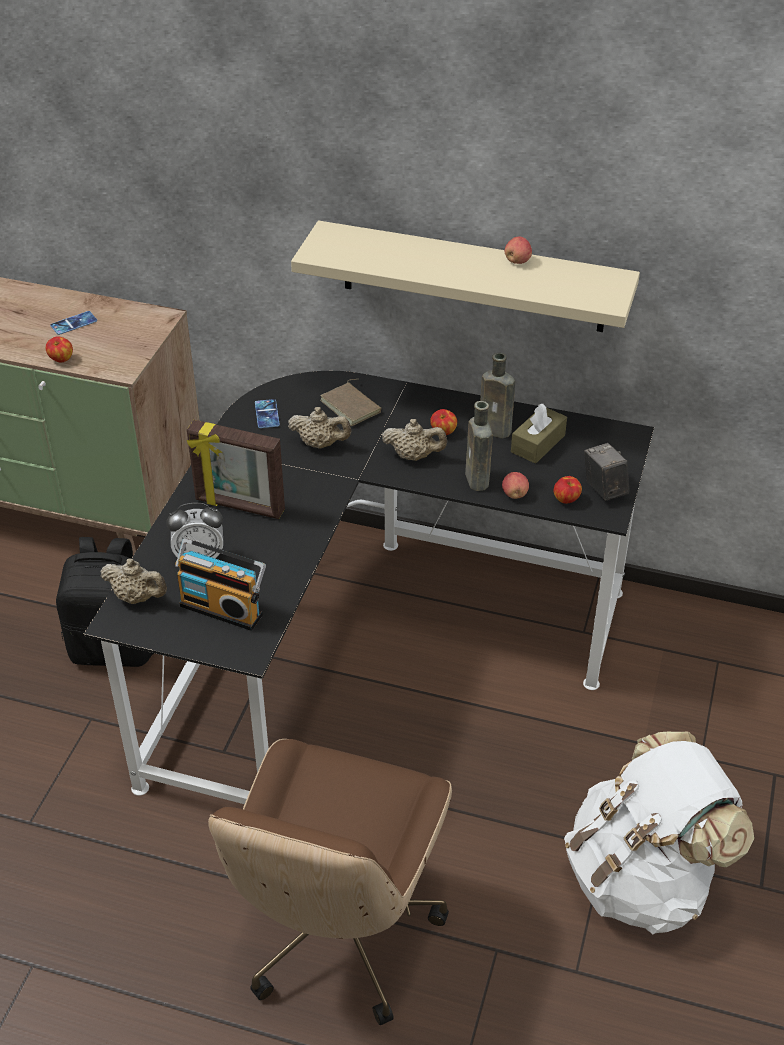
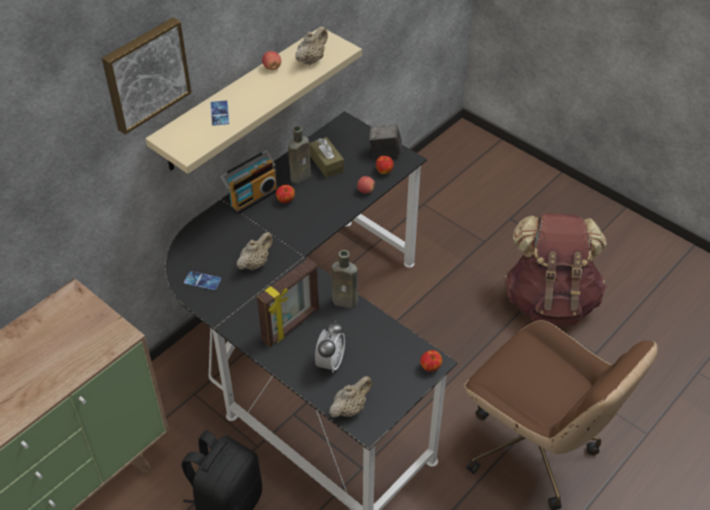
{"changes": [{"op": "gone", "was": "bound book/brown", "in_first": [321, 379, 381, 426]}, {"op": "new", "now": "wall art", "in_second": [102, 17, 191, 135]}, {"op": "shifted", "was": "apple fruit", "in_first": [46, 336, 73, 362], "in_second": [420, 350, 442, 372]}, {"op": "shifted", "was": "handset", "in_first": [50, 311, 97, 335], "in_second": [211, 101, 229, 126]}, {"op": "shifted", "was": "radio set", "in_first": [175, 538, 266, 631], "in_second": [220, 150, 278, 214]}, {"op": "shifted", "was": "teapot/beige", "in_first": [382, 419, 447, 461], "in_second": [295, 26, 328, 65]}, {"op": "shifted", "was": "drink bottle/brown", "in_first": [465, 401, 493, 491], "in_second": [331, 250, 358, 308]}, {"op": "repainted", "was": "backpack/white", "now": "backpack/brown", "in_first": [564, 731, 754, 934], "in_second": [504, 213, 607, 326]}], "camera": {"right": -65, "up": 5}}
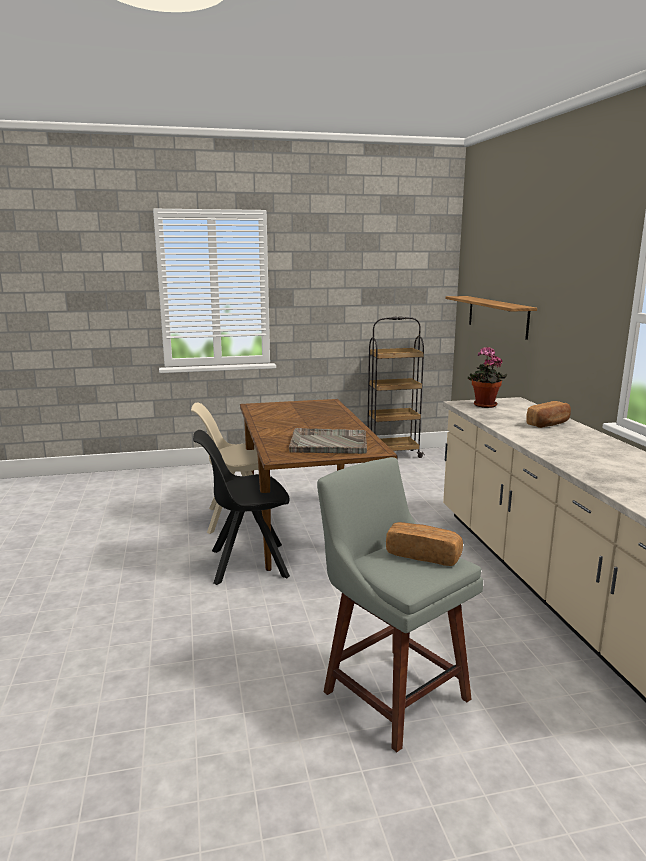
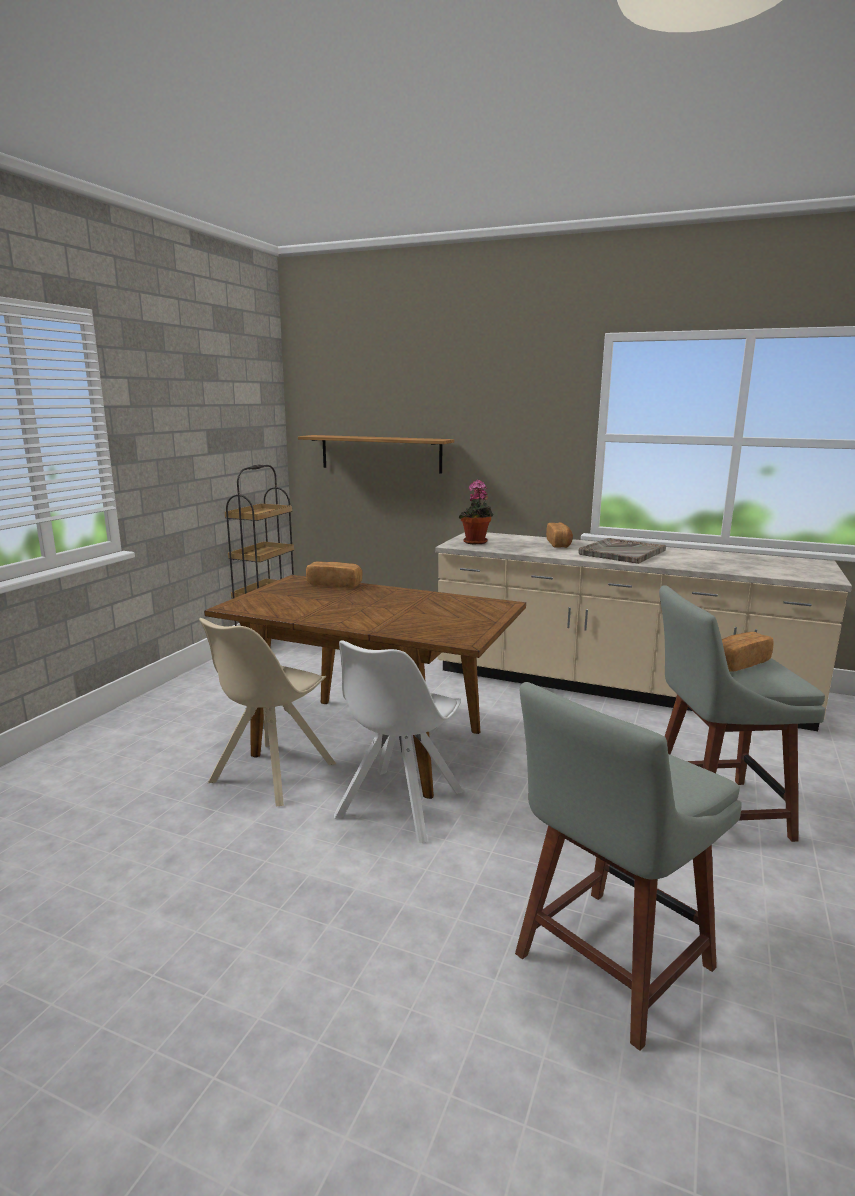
{"changes": [{"op": "new", "now": "bread", "in_second": [306, 561, 363, 588]}, {"op": "new", "now": "sitting stool/gray", "in_second": [515, 682, 742, 1051]}, {"op": "shifted", "was": "serving tray/gray", "in_first": [289, 428, 367, 454], "in_second": [578, 538, 666, 564]}, {"op": "repainted", "was": "chair/black", "now": "chair/white", "in_first": [193, 430, 290, 585], "in_second": [334, 640, 464, 843]}], "camera": {"right": -55, "up": 0}}
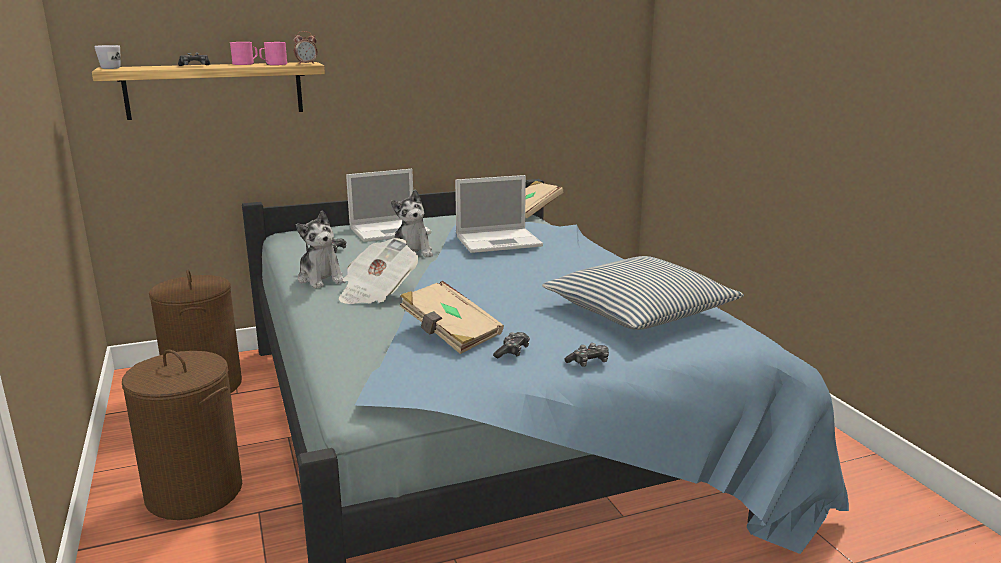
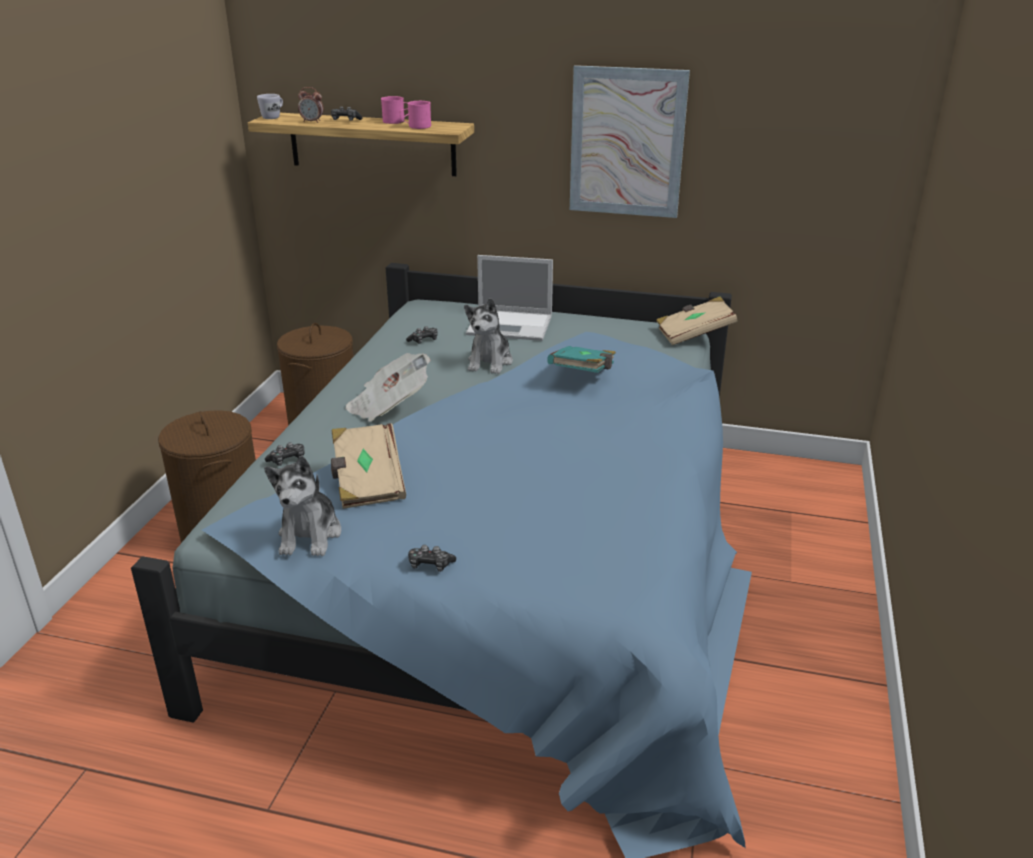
{"changes": [{"op": "gone", "was": "throw pillow", "in_first": [542, 256, 744, 330]}, {"op": "new", "now": "wall art", "in_second": [570, 65, 690, 218]}, {"op": "shifted", "was": "bedside clock", "in_first": [294, 31, 317, 64], "in_second": [298, 87, 324, 123]}, {"op": "shifted", "was": "cuddly toy", "in_first": [296, 210, 346, 289], "in_second": [264, 456, 341, 556]}, {"op": "shifted", "was": "gamepad", "in_first": [493, 332, 530, 358], "in_second": [265, 442, 305, 466]}, {"op": "swapped", "was": "portable computer", "now": "bound book/turquoise", "in_first": [455, 175, 543, 253], "in_second": [547, 346, 616, 373]}], "camera": {"right": 35, "up": 10}}
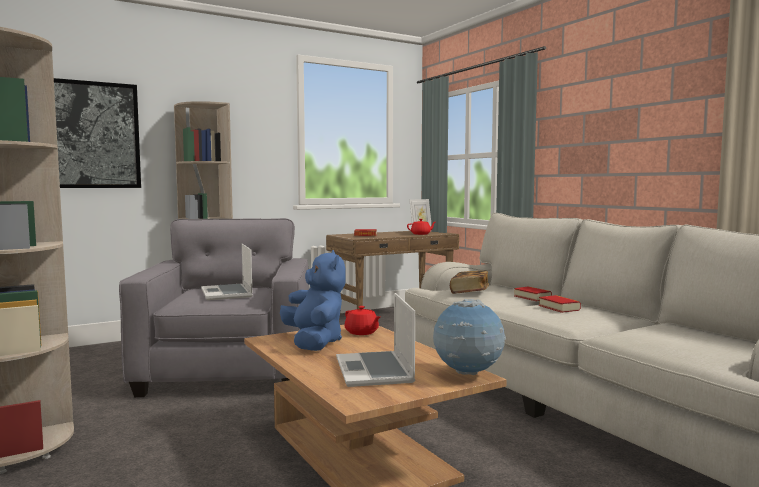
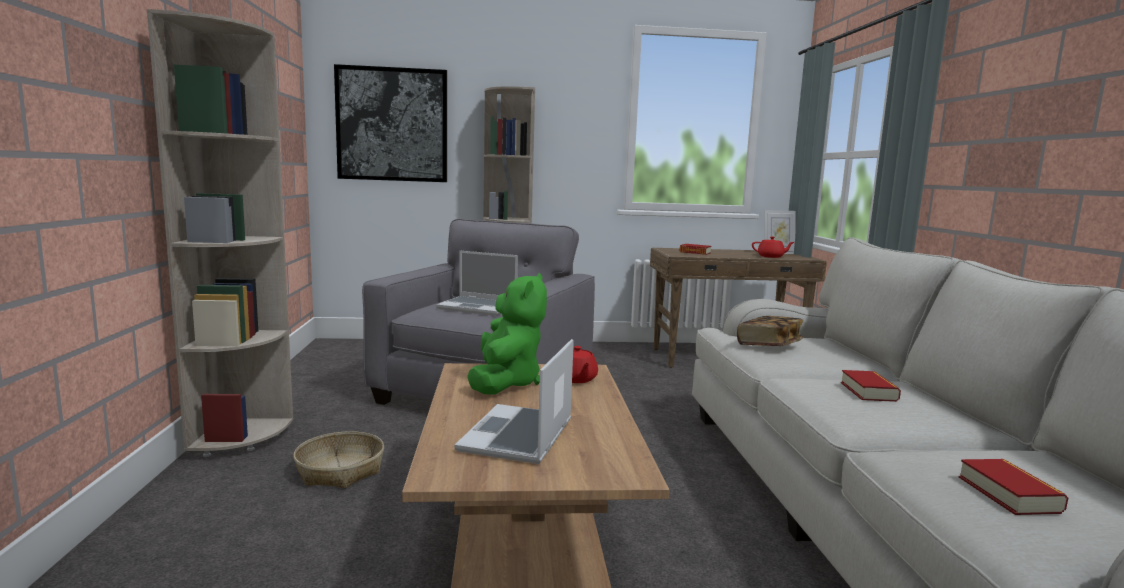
{"changes": [{"op": "gone", "was": "desk globe", "in_first": [433, 299, 506, 375]}, {"op": "new", "now": "storage basket", "in_second": [293, 431, 384, 489]}, {"op": "shifted", "was": "bound book", "in_first": [514, 286, 552, 301], "in_second": [959, 459, 1068, 515]}, {"op": "repainted", "was": "cuddly toy/bluish", "now": "cuddly toy/green-coloured", "in_first": [280, 250, 346, 351], "in_second": [467, 273, 547, 394]}, {"op": "rotated", "was": "portable computer", "in_first": [201, 244, 253, 300], "in_second": [436, 251, 518, 316], "clockwise": -75}], "camera": {"right": 25, "up": 5}}
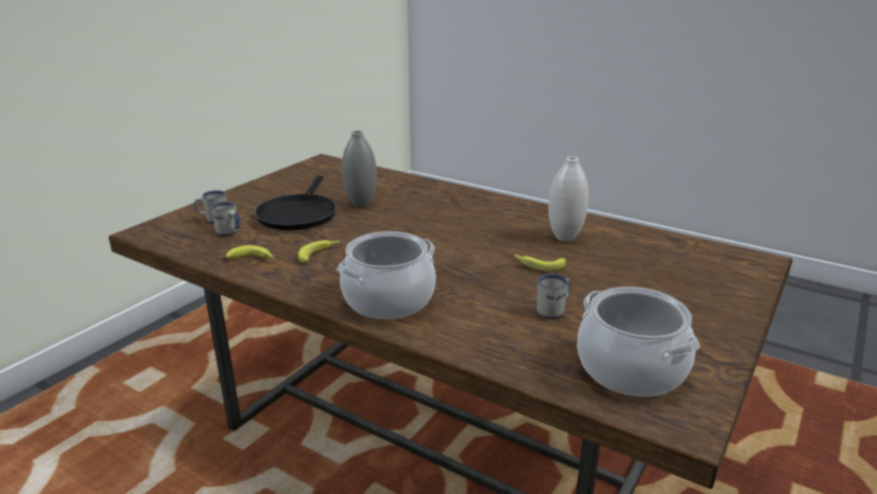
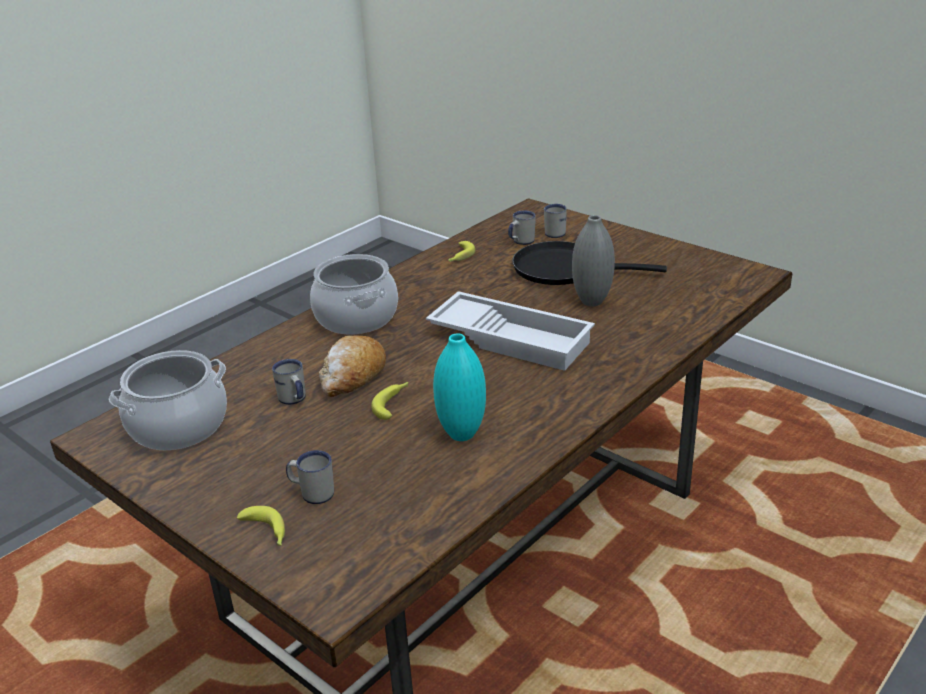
{"changes": [{"op": "new", "now": "mug/white", "in_second": [286, 450, 334, 504]}, {"op": "new", "now": "bread", "in_second": [319, 335, 386, 397]}, {"op": "new", "now": "serving tray/white", "in_second": [426, 291, 595, 371]}, {"op": "shifted", "was": "banana", "in_first": [298, 240, 340, 263], "in_second": [237, 506, 285, 546]}, {"op": "repainted", "was": "decorative vase/white", "now": "decorative vase/turquoise", "in_first": [549, 156, 589, 242], "in_second": [433, 333, 486, 441]}], "camera": {"right": 100, "up": 5}}
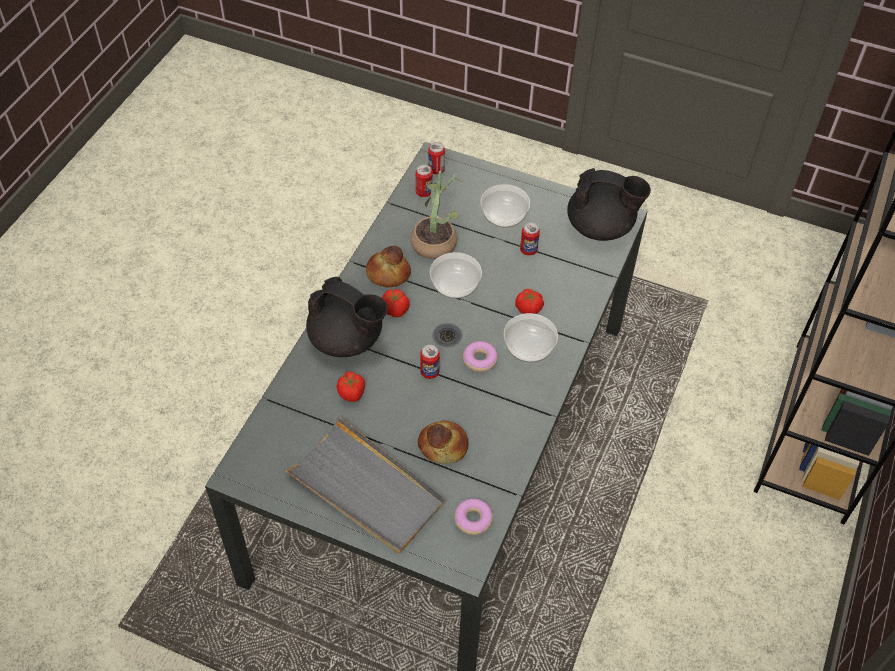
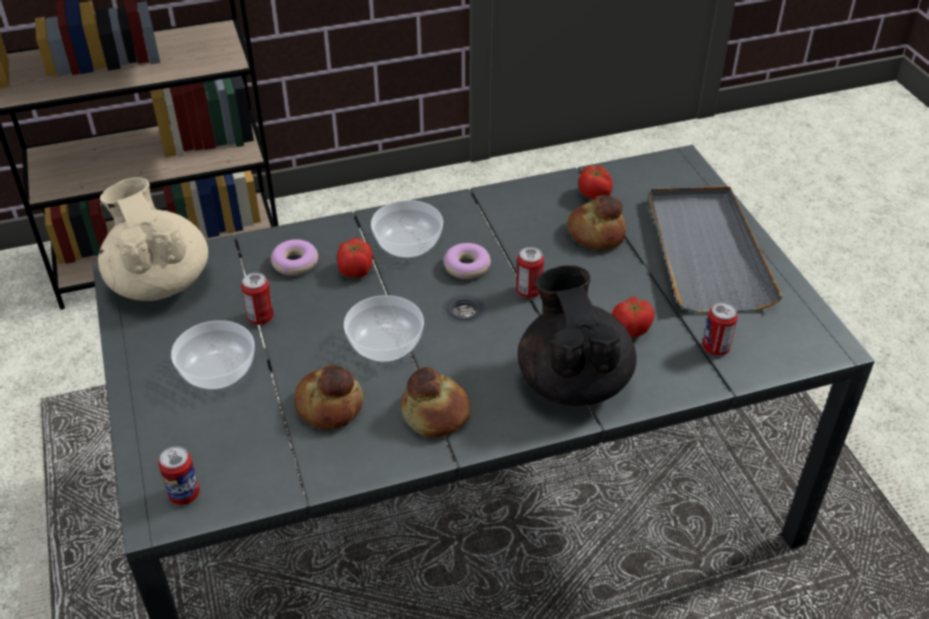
{"changes": [{"op": "shifted", "was": "whole tomato", "in_first": [382, 289, 410, 318], "in_second": [578, 165, 612, 199]}, {"op": "shifted", "was": "metal can", "in_first": [415, 165, 433, 197], "in_second": [702, 302, 738, 356]}, {"op": "shifted", "was": "ring doughnut", "in_first": [454, 498, 493, 535], "in_second": [271, 239, 318, 276]}, {"op": "swapped", "was": "plant in a pot", "now": "bread", "in_first": [411, 171, 462, 259], "in_second": [294, 365, 363, 430]}, {"op": "repainted", "was": "teapot/black", "now": "teapot/beige", "in_first": [567, 168, 651, 241], "in_second": [98, 177, 208, 301]}], "camera": {"right": -130, "up": -10}}
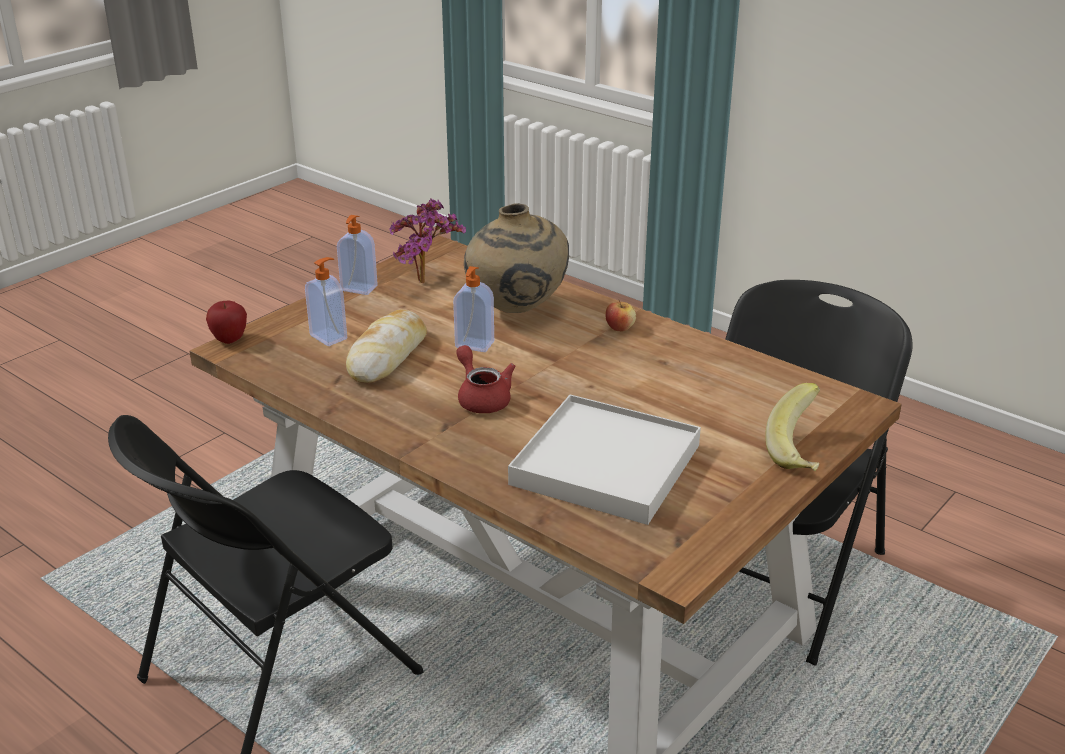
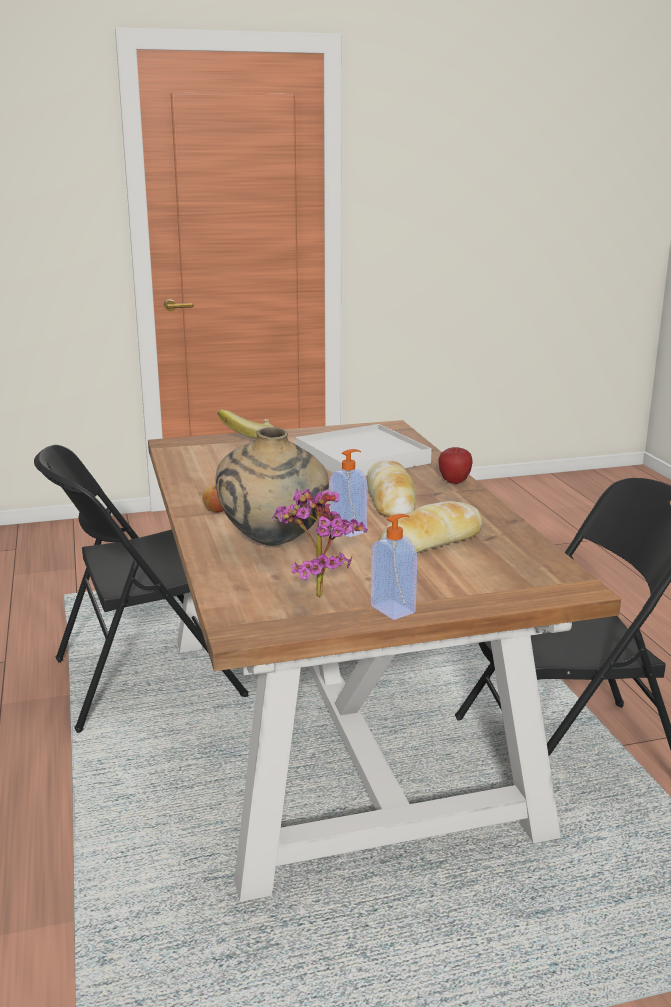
{"changes": [{"op": "gone", "was": "liquid soap bottle", "in_first": [305, 257, 347, 346]}, {"op": "shifted", "was": "apple fruit", "in_first": [206, 301, 247, 344], "in_second": [439, 447, 473, 484]}, {"op": "swapped", "was": "teapot/reddish", "now": "bread", "in_first": [456, 345, 515, 413], "in_second": [367, 460, 416, 517]}], "camera": {"right": -145, "up": -10}}
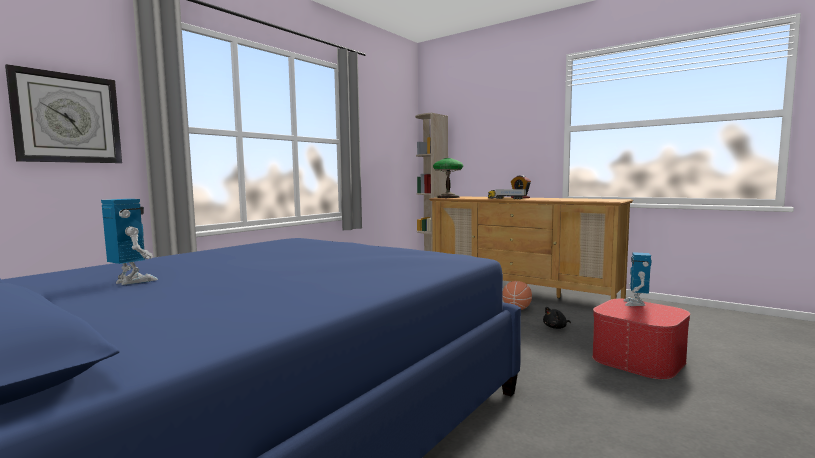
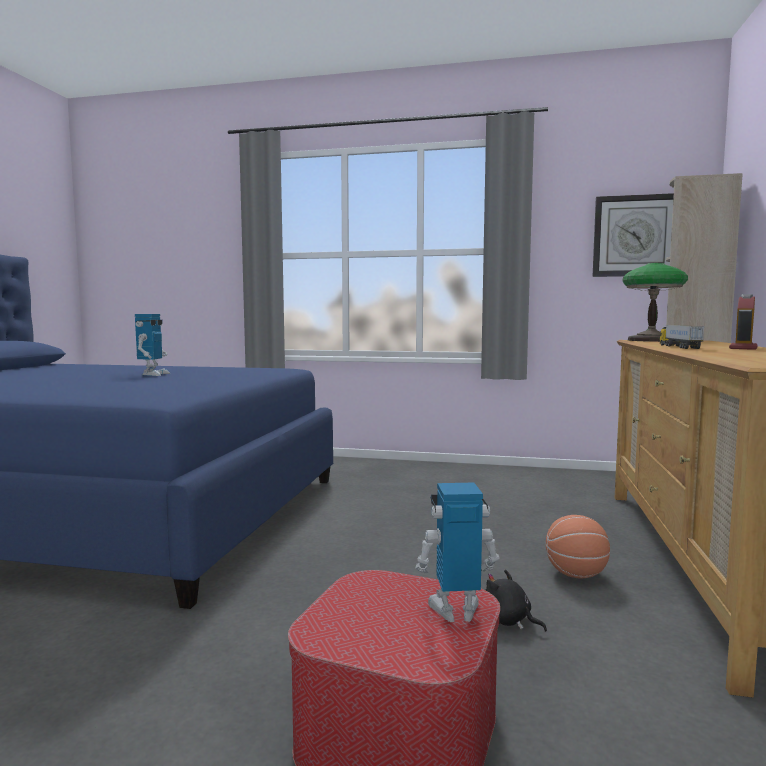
{"changes": [{"op": "shifted", "was": "hanging clock", "in_first": [5, 64, 122, 163], "in_second": [592, 193, 674, 277]}, {"op": "shifted", "was": "toy robot", "in_first": [101, 199, 158, 285], "in_second": [135, 314, 170, 376]}], "camera": {"right": 65, "up": 0}}
